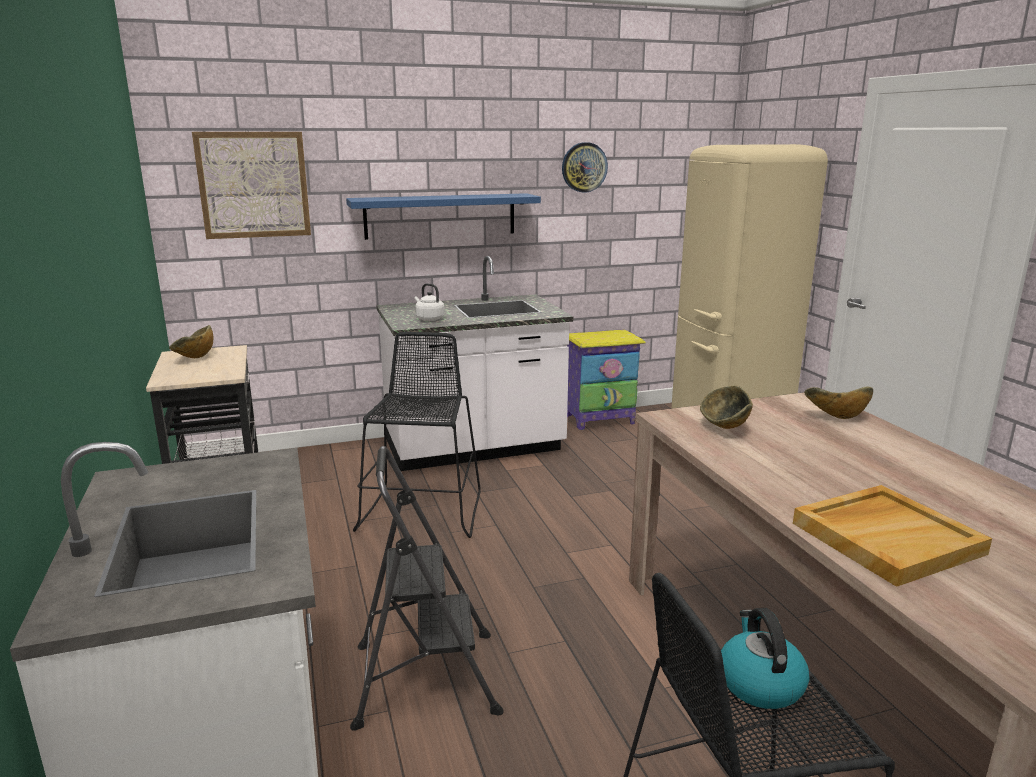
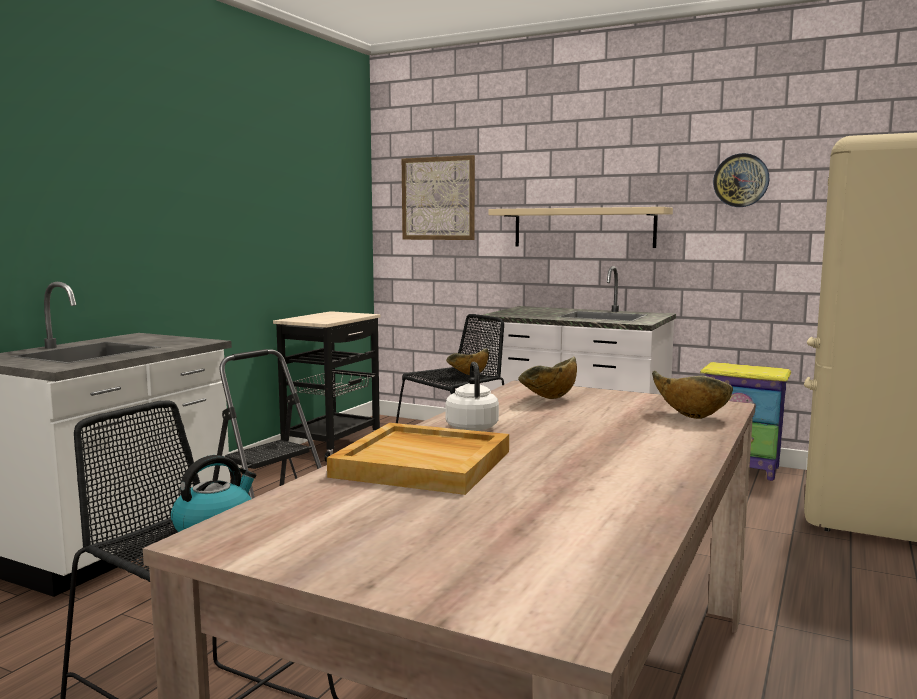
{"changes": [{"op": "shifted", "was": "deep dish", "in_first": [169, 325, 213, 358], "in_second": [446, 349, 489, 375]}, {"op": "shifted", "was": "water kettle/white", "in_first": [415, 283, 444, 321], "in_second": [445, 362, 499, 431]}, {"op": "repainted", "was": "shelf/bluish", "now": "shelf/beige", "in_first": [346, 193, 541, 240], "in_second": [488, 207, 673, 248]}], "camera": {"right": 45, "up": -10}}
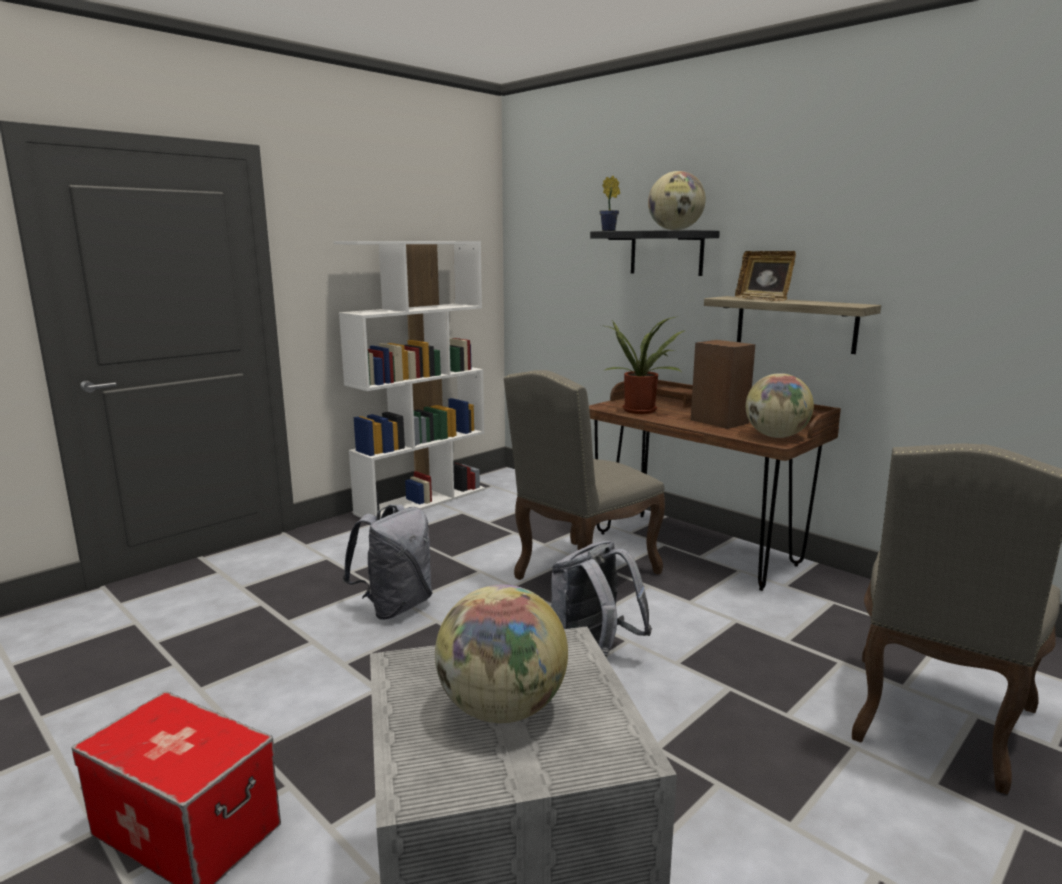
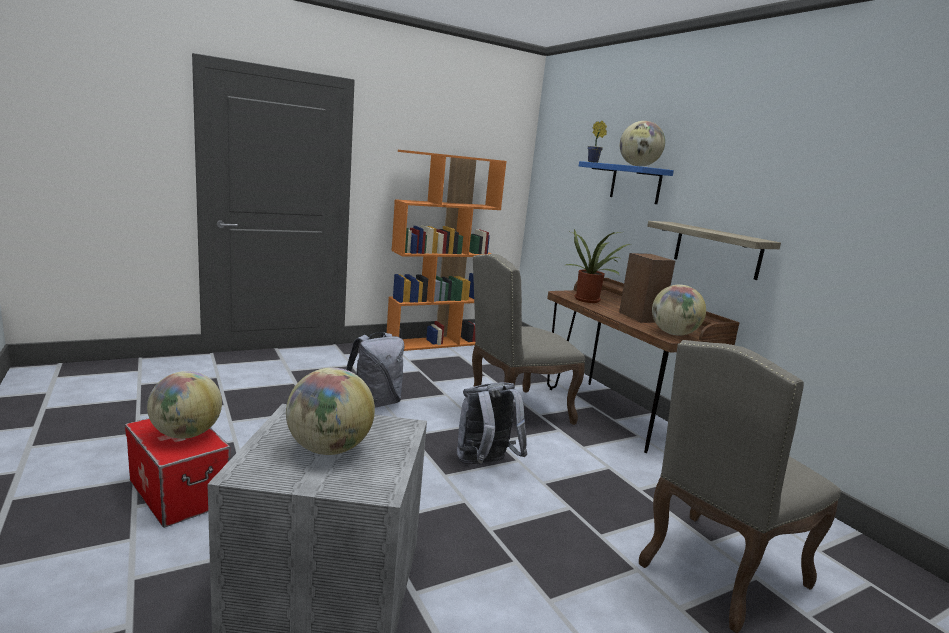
{"changes": [{"op": "gone", "was": "picture frame", "in_first": [735, 251, 796, 301]}, {"op": "new", "now": "desk globe", "in_second": [147, 371, 222, 439]}, {"op": "repainted", "was": "bookcase/white", "now": "bookcase/orange", "in_first": [334, 241, 485, 518], "in_second": [387, 150, 507, 351]}, {"op": "repainted", "was": "shelf/black", "now": "shelf/bluish", "in_first": [590, 230, 720, 276], "in_second": [579, 161, 674, 204]}], "camera": {"right": 15, "up": 0}}
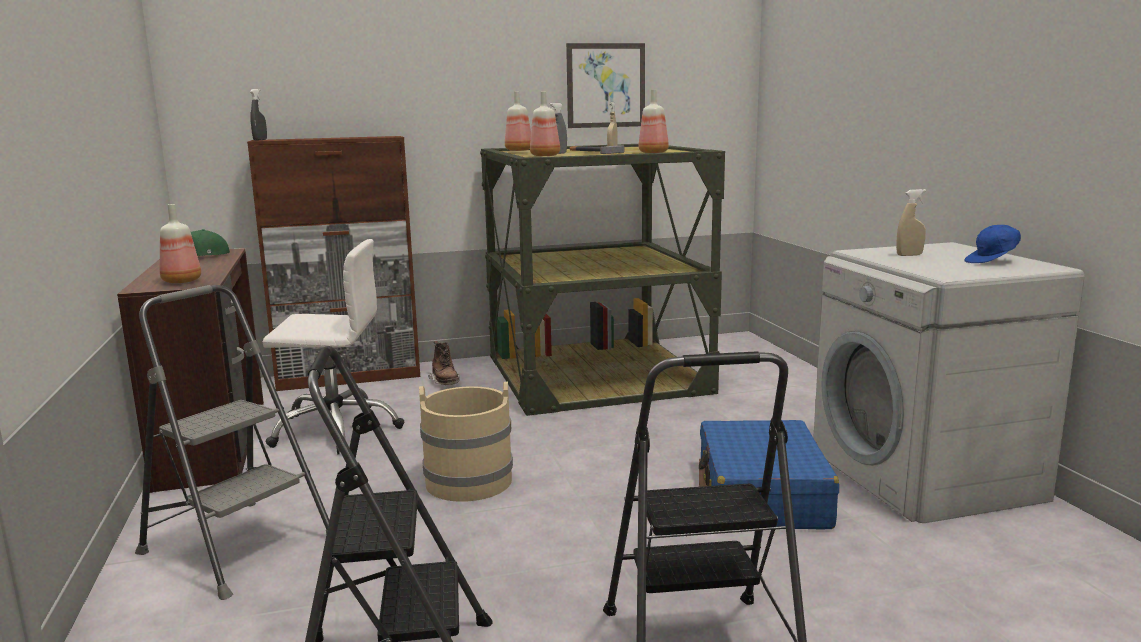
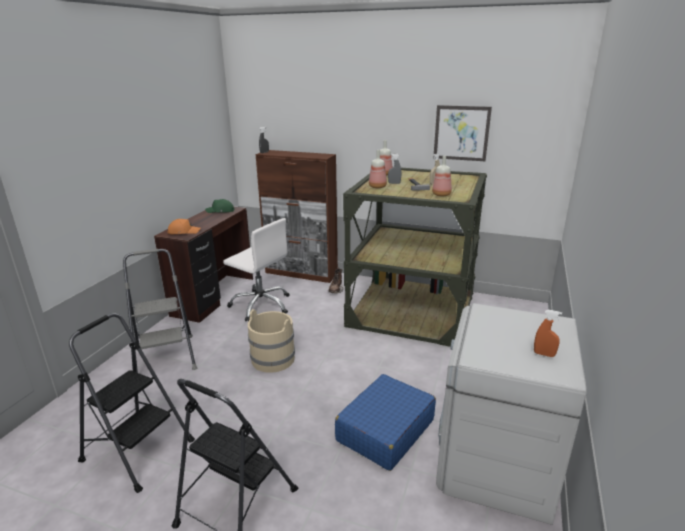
{"changes": [{"op": "gone", "was": "sprayer/beige", "in_first": [896, 189, 926, 256]}, {"op": "swapped", "was": "drink bottle", "now": "baseball cap/orange", "in_first": [160, 204, 201, 283], "in_second": [167, 219, 200, 234]}, {"op": "swapped", "was": "baseball cap/bluish", "now": "sprayer/orange", "in_first": [964, 225, 1021, 263], "in_second": [534, 310, 562, 357]}], "camera": {"right": 35, "up": 10}}
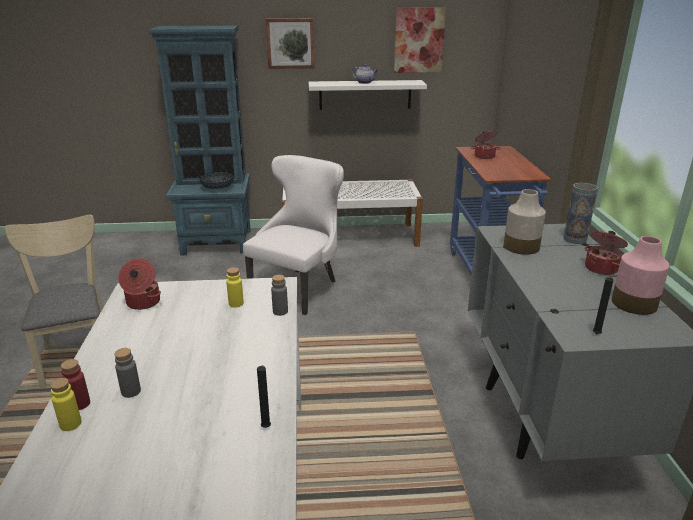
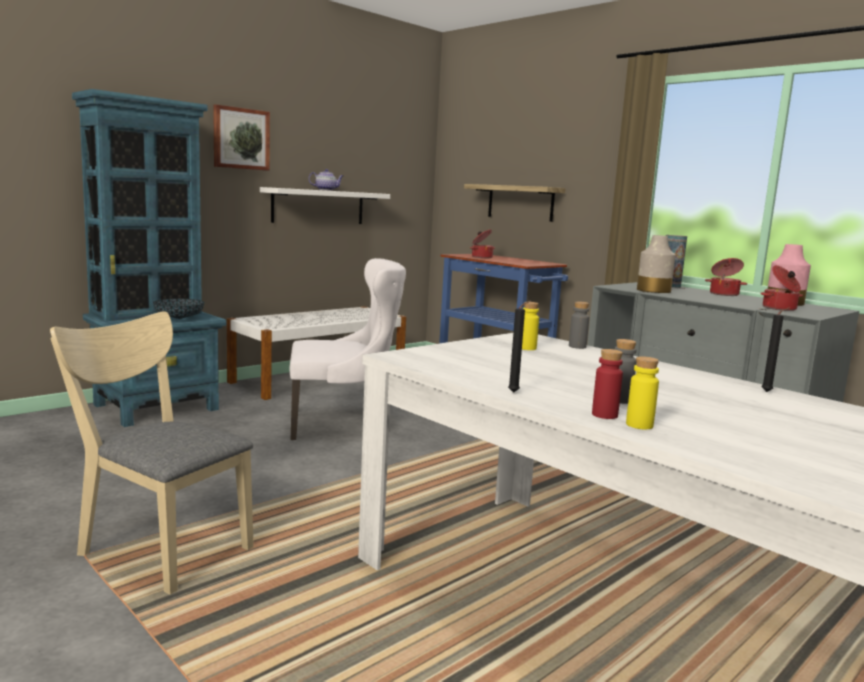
{"changes": [{"op": "gone", "was": "wall art", "in_first": [394, 7, 446, 73]}, {"op": "new", "now": "shelf", "in_second": [464, 184, 565, 222]}, {"op": "shifted", "was": "cooking pot", "in_first": [118, 259, 161, 310], "in_second": [761, 265, 803, 311]}, {"op": "shifted", "was": "wax candle/black", "in_first": [593, 275, 618, 334], "in_second": [508, 301, 531, 393]}, {"op": "rotated", "was": "chair/white", "in_first": [243, 155, 344, 315], "in_second": [290, 258, 406, 440], "clockwise": 90}], "camera": {"right": -40, "up": -15}}
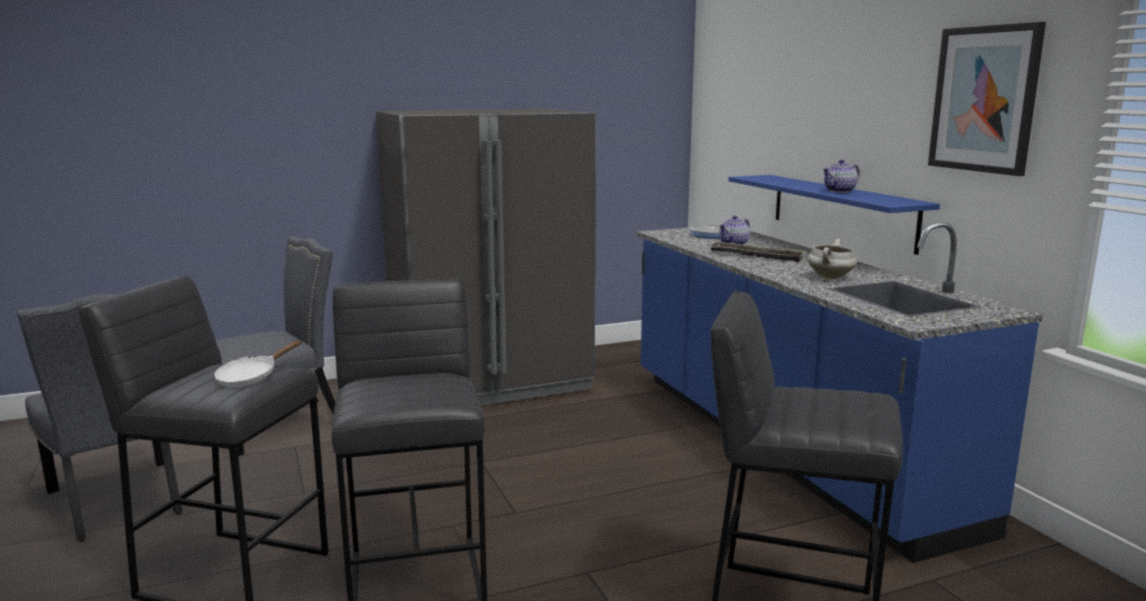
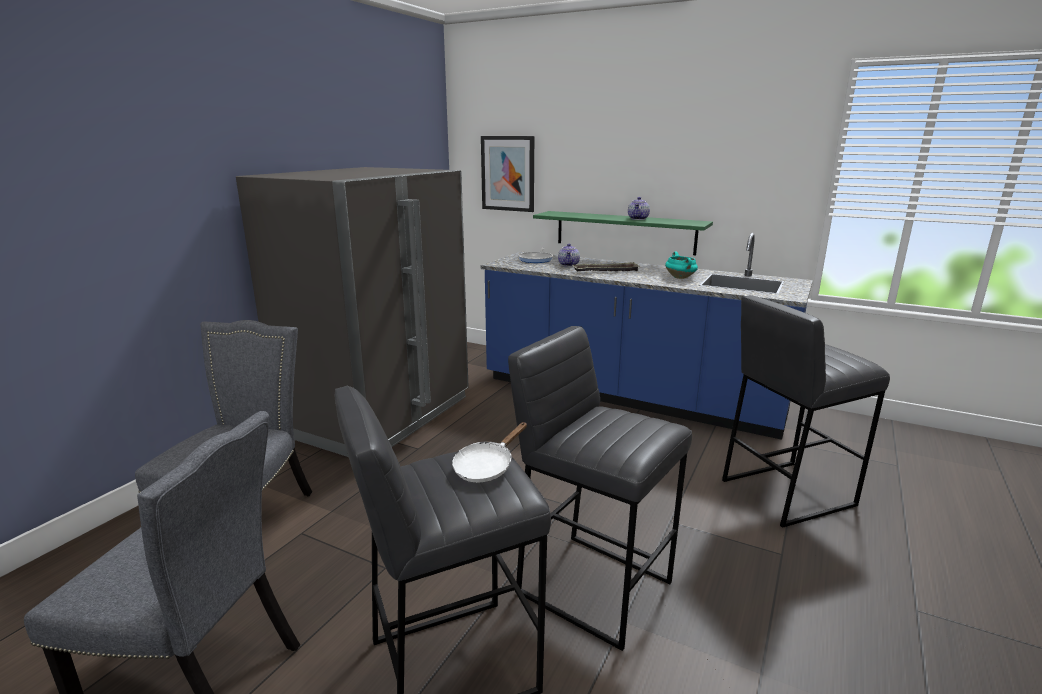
{"changes": [{"op": "shifted", "was": "wall art", "in_first": [928, 22, 1046, 176], "in_second": [481, 136, 534, 212]}, {"op": "repainted", "was": "shelf/bluish", "now": "shelf/green-coloured", "in_first": [729, 175, 940, 255], "in_second": [533, 211, 713, 255]}, {"op": "repainted", "was": "cooking pot/white", "now": "cooking pot/turquoise", "in_first": [807, 239, 857, 279], "in_second": [665, 252, 698, 279]}, {"op": "rotated", "was": "pan/white", "in_first": [214, 340, 302, 387], "in_second": [452, 422, 527, 482], "clockwise": 45}], "camera": {"right": -40, "up": 5}}
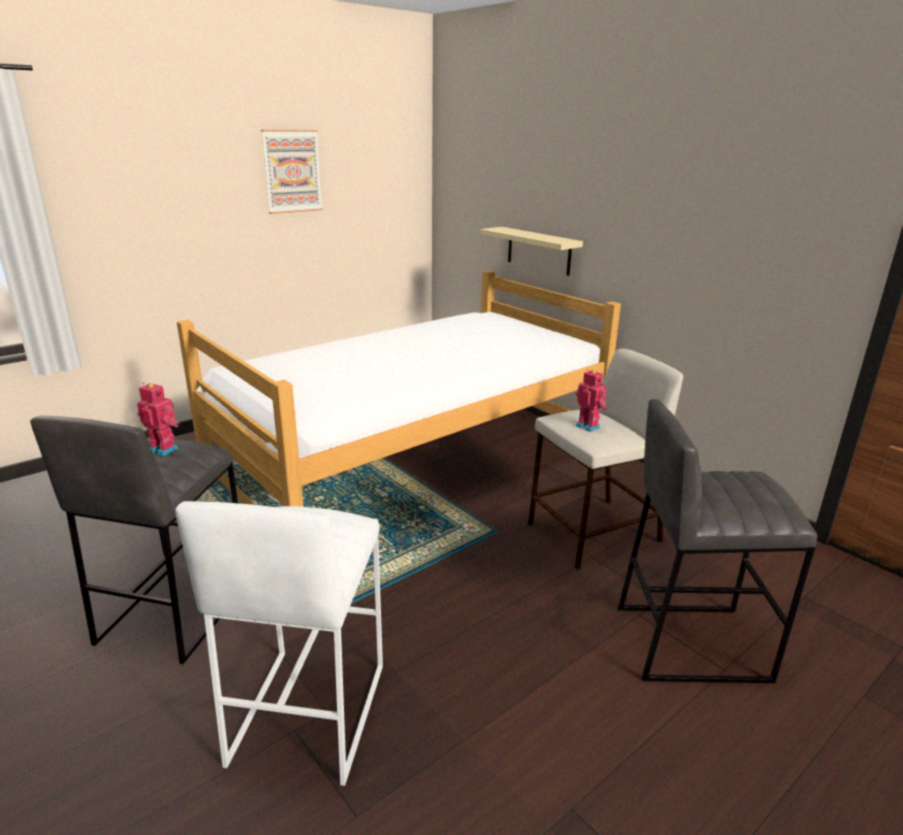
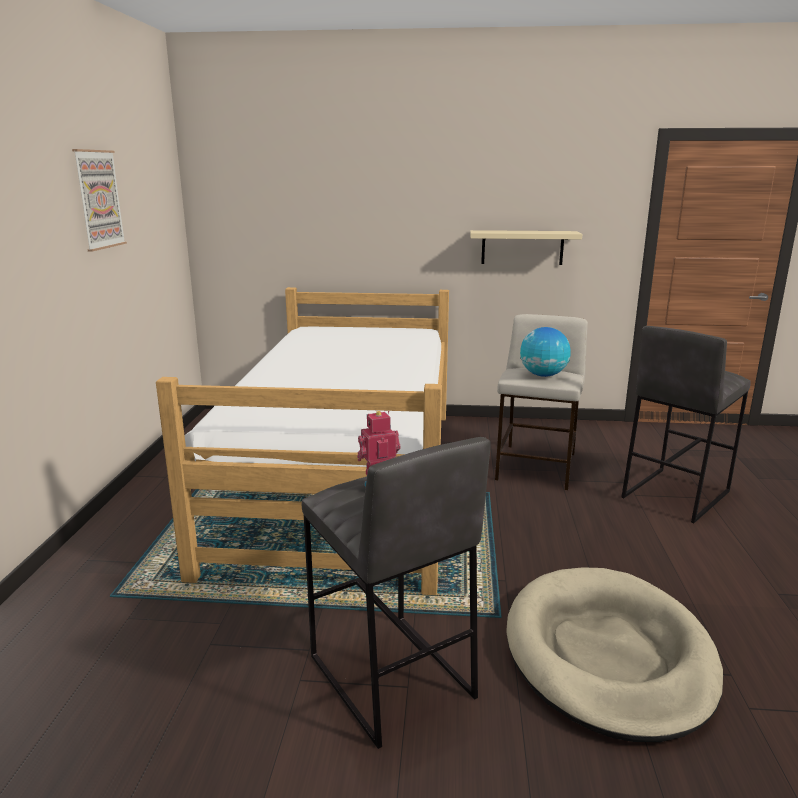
{"changes": [{"op": "shifted", "was": "shelf/beige", "in_first": [480, 227, 583, 276], "in_second": [470, 230, 582, 265]}, {"op": "swapped", "was": "sitting stool/white", "now": "pet bed/beige", "in_first": [175, 501, 383, 786], "in_second": [506, 567, 723, 742]}, {"op": "swapped", "was": "toy robot", "now": "desk globe", "in_first": [576, 369, 607, 432], "in_second": [520, 327, 571, 377]}], "camera": {"right": -45, "up": -5}}
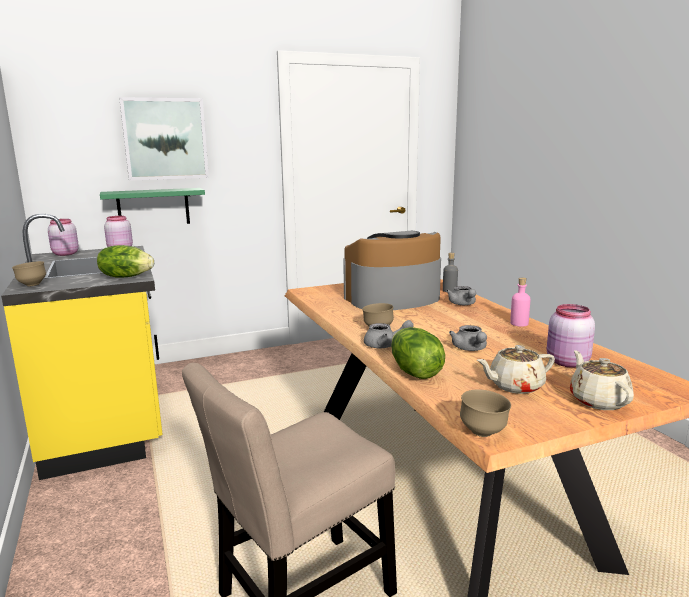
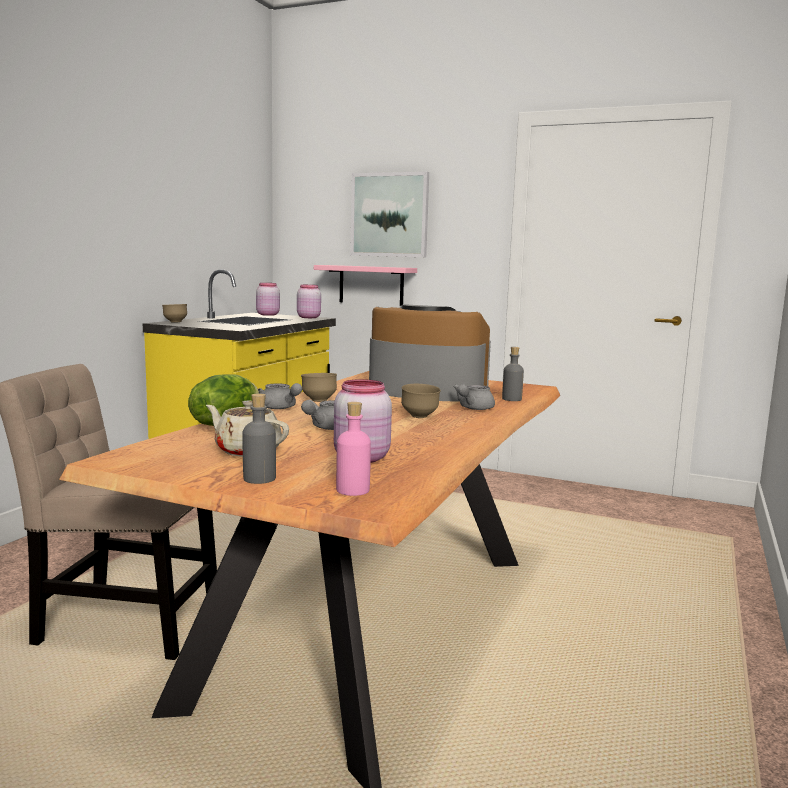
{"changes": [{"op": "gone", "was": "head of lettuce", "in_first": [97, 245, 154, 278]}, {"op": "shifted", "was": "deep dish/brown", "in_first": [460, 389, 511, 437], "in_second": [401, 384, 441, 418]}, {"op": "shifted", "was": "drink bottle/pink", "in_first": [510, 278, 530, 327], "in_second": [336, 402, 371, 496]}, {"op": "swapped", "was": "teapot/beige", "now": "drink bottle/gray", "in_first": [570, 350, 634, 410], "in_second": [242, 393, 276, 484]}, {"op": "repainted", "was": "shelf/green-coloured", "now": "shelf/pink", "in_first": [100, 188, 205, 224], "in_second": [314, 265, 417, 306]}], "camera": {"right": 45, "up": -5}}
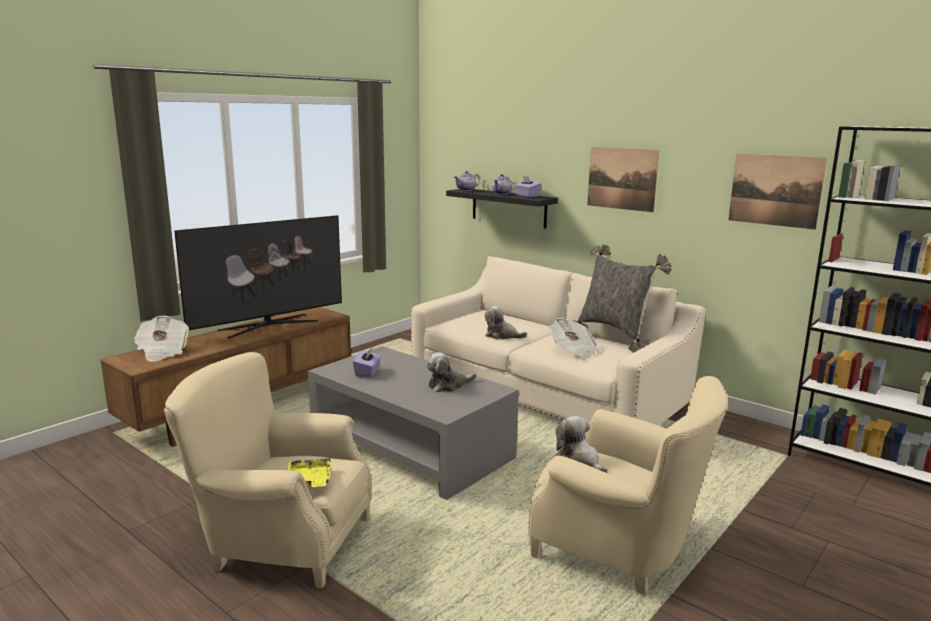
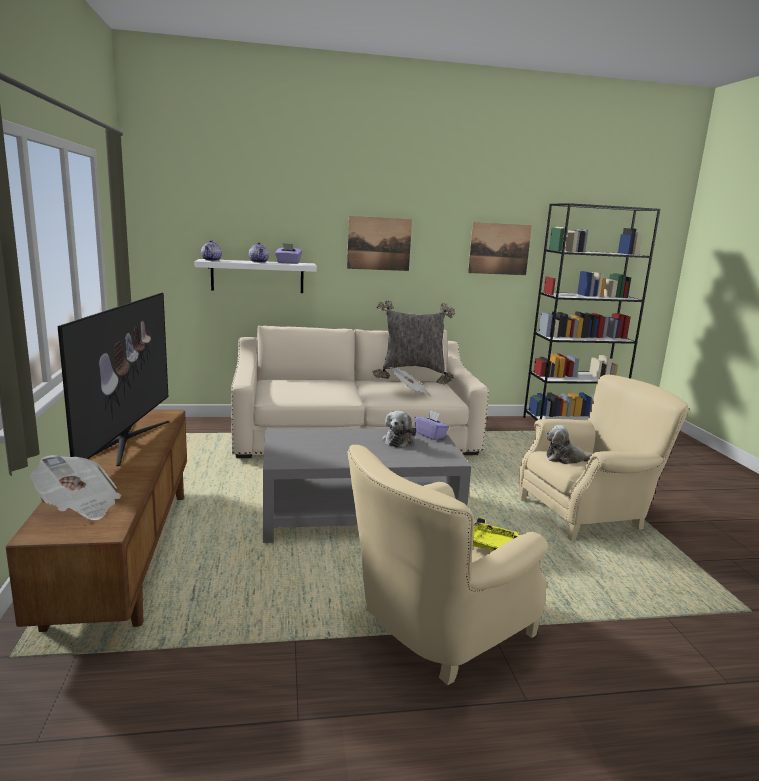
{"changes": [{"op": "gone", "was": "cuddly toy", "in_first": [485, 306, 527, 339]}, {"op": "shifted", "was": "box of tissues/purple-coloured", "in_first": [353, 348, 381, 377], "in_second": [414, 410, 449, 440]}, {"op": "repainted", "was": "shelf/black", "now": "shelf/white", "in_first": [446, 189, 558, 229], "in_second": [195, 259, 317, 293]}], "camera": {"right": -50, "up": 0}}
